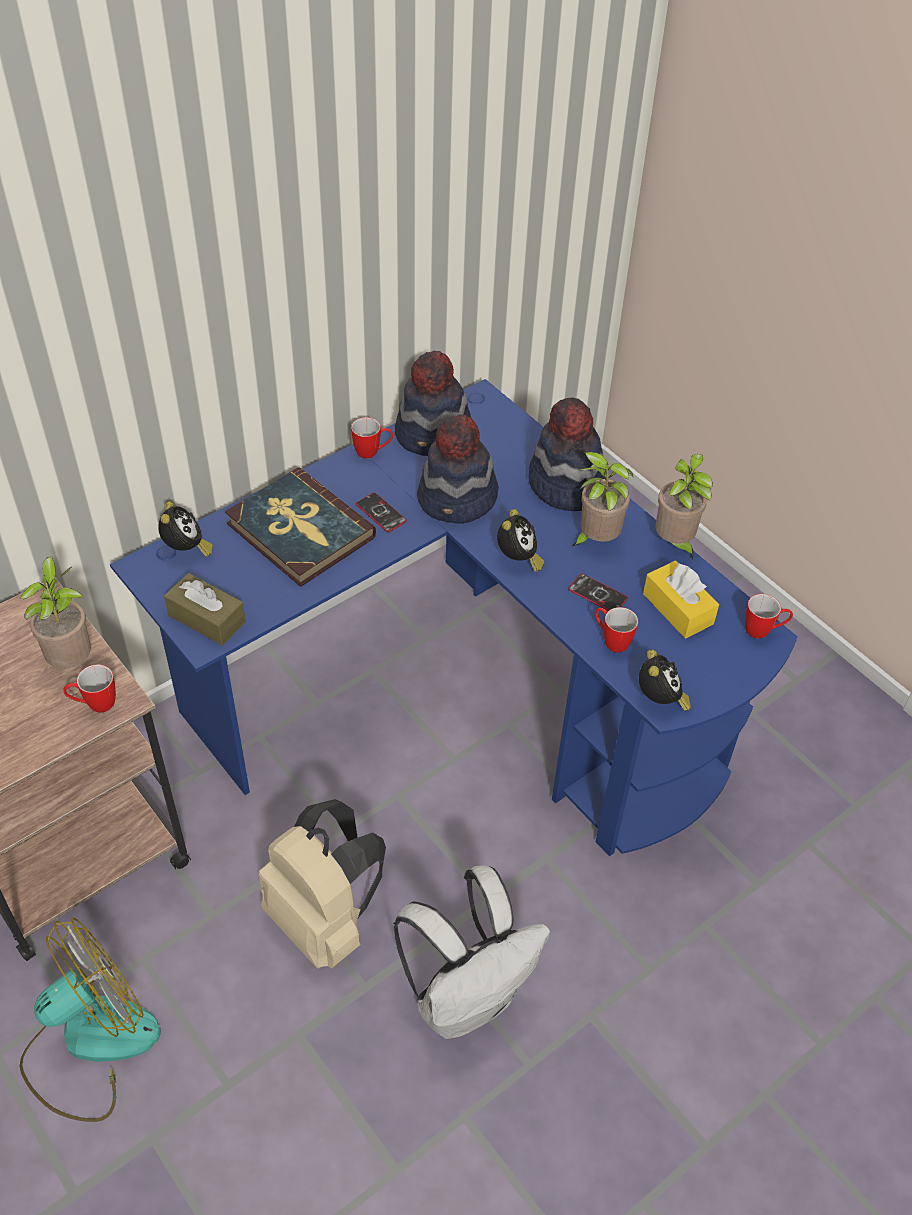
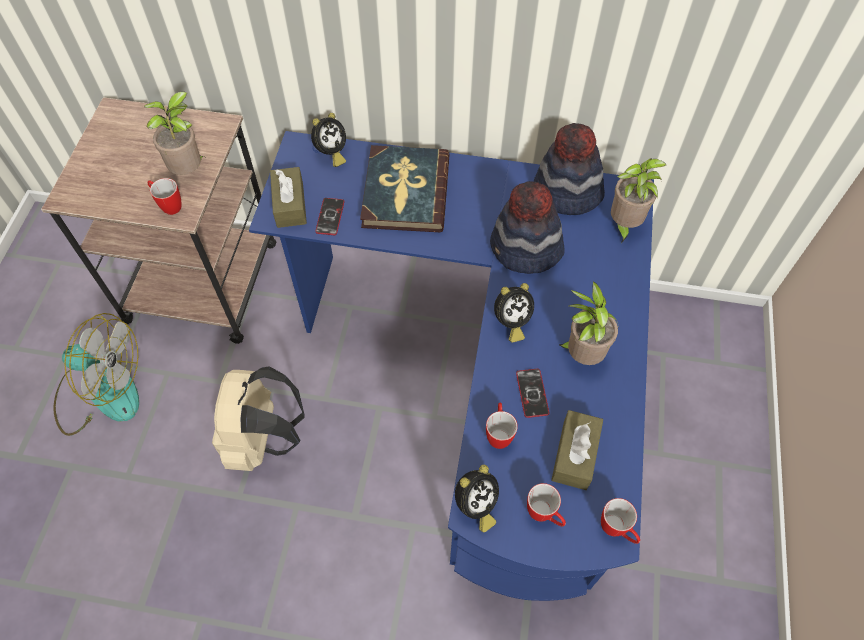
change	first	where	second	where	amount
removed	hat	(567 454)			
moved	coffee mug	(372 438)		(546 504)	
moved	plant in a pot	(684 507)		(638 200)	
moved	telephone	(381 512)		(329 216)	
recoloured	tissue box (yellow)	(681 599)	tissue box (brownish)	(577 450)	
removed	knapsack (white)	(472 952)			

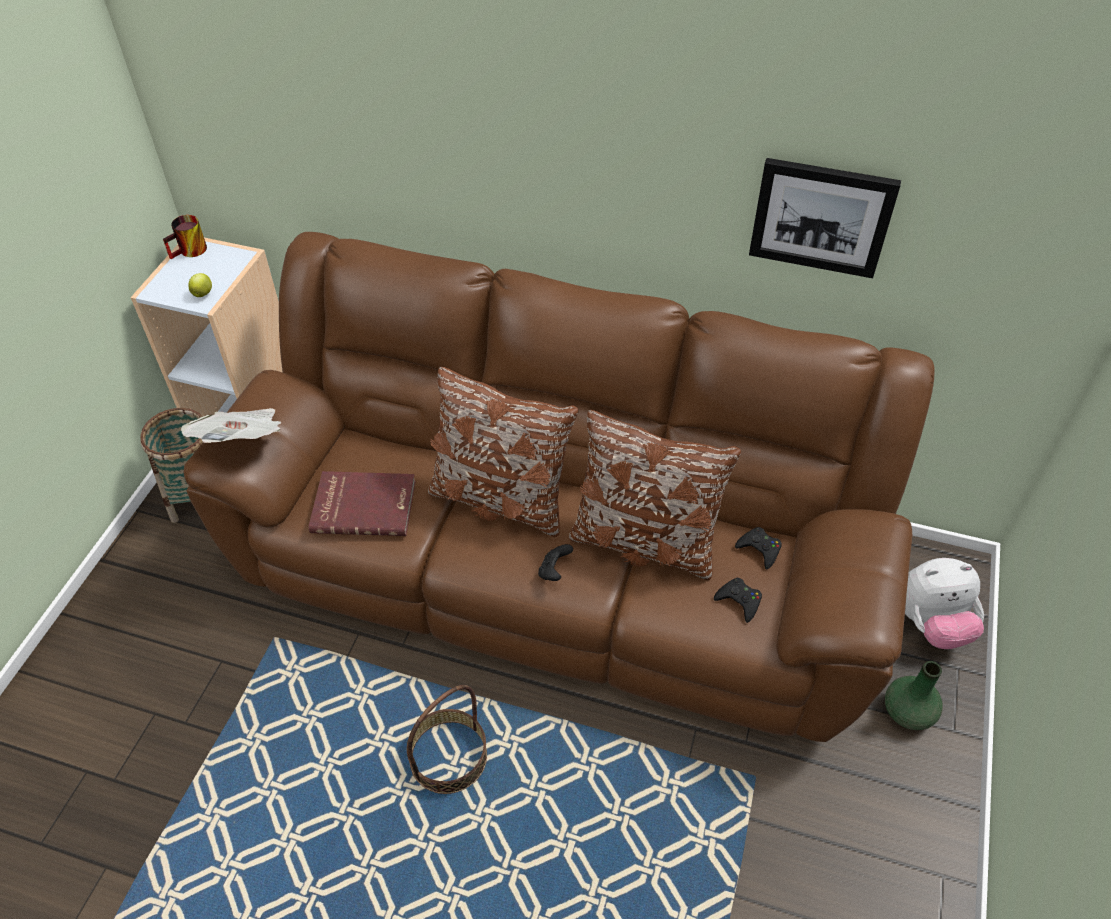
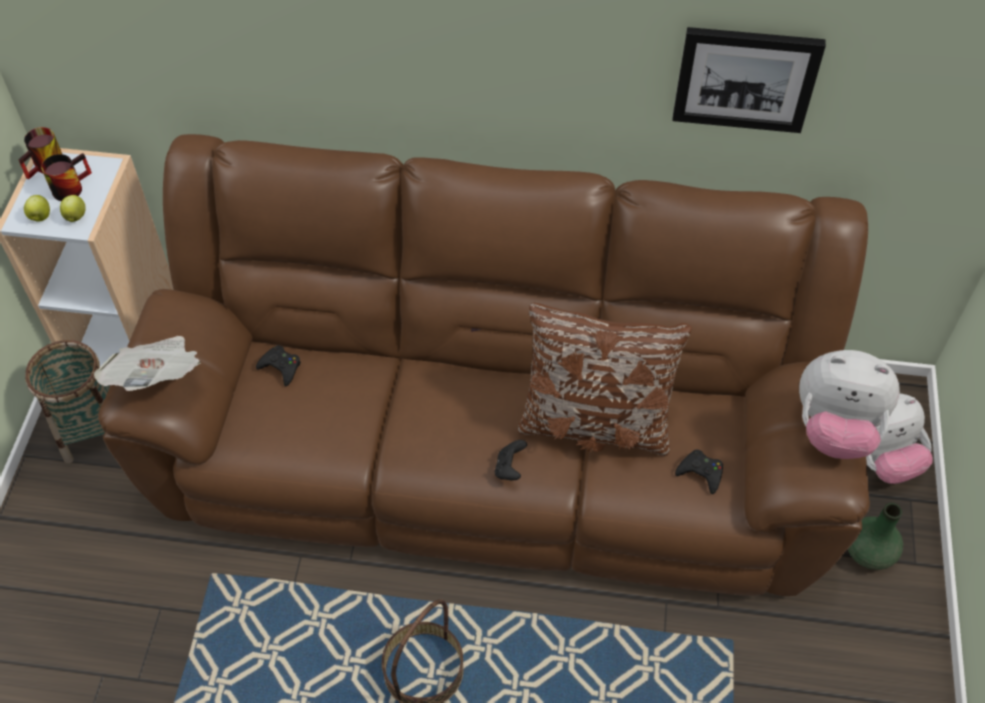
change	first	where	second	where	amount
removed	cushion (brownish)	(503 452)			
removed	book (red)	(362 503)			
moved	joypad (black)	(758 548)		(278 365)	
added			coffee mug	(66 177)	
added			apple fruit	(37 208)	
added			soft toy	(849 404)	

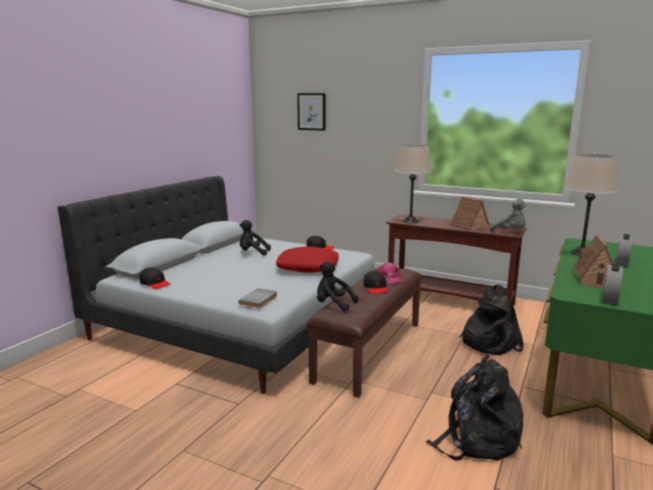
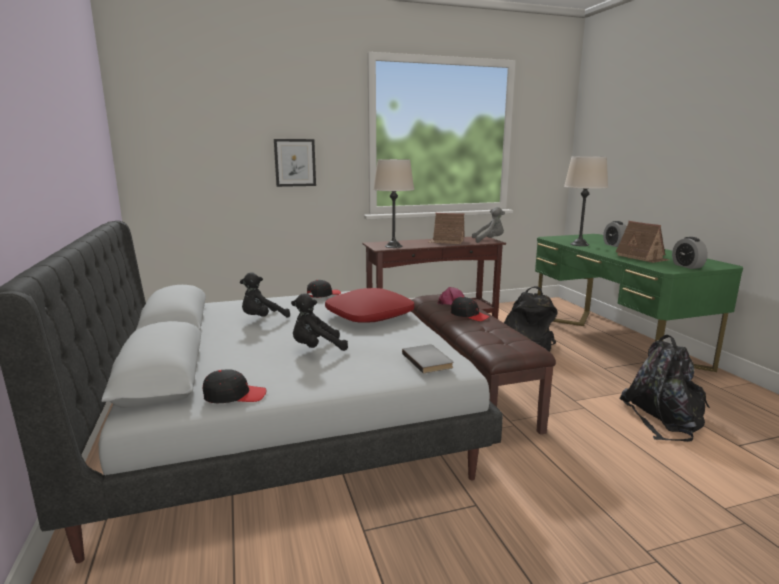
change	first	where	second	where	amount
moved	picture	(311 112)		(295 163)	
moved	soft toy (black)	(337 286)		(319 322)	

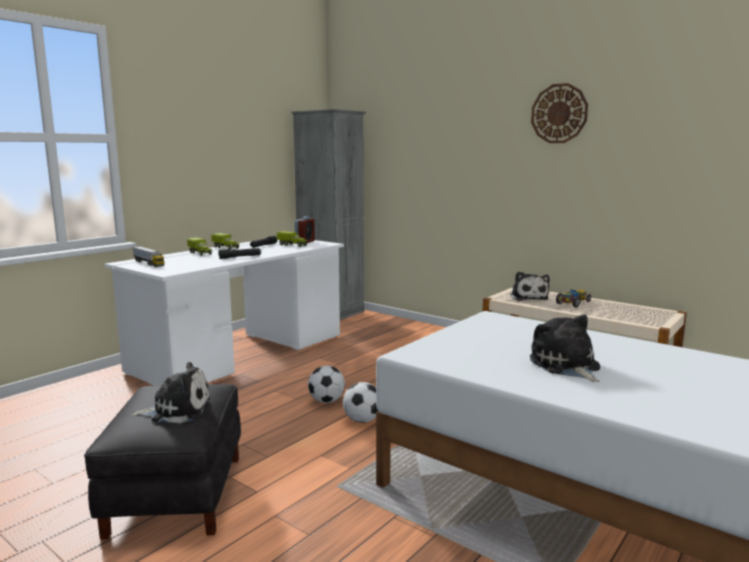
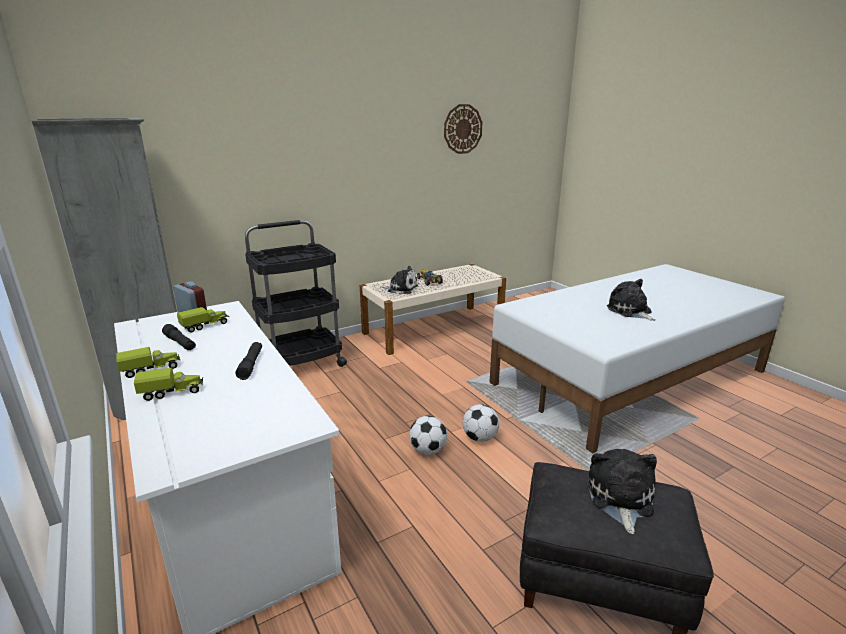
change	first	where	second	where	amount
moved	wall clock	(559 113)		(463 129)	
removed	toy lorry	(148 256)			
turned	soft toy	(565 348)		(631 300)	60 degrees clockwise
added			cart (black)	(296 293)	

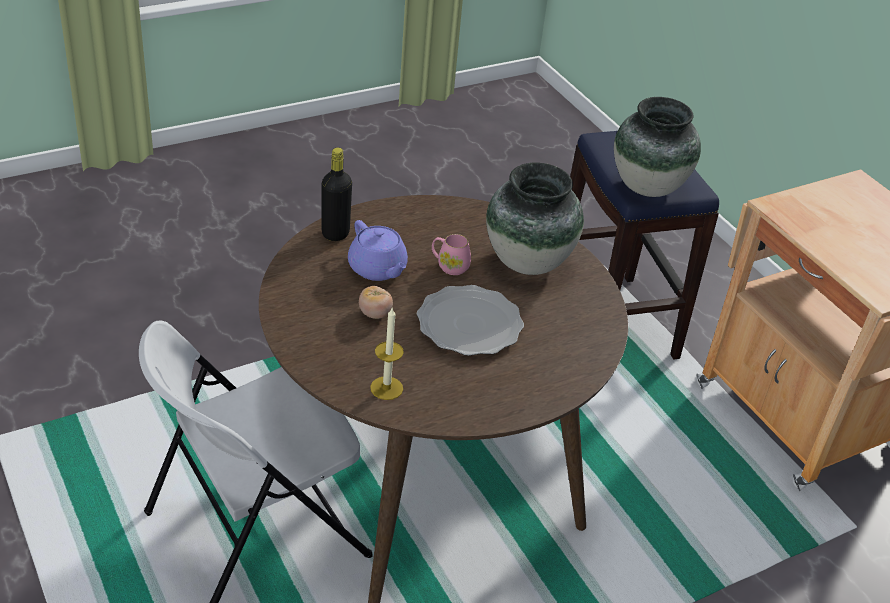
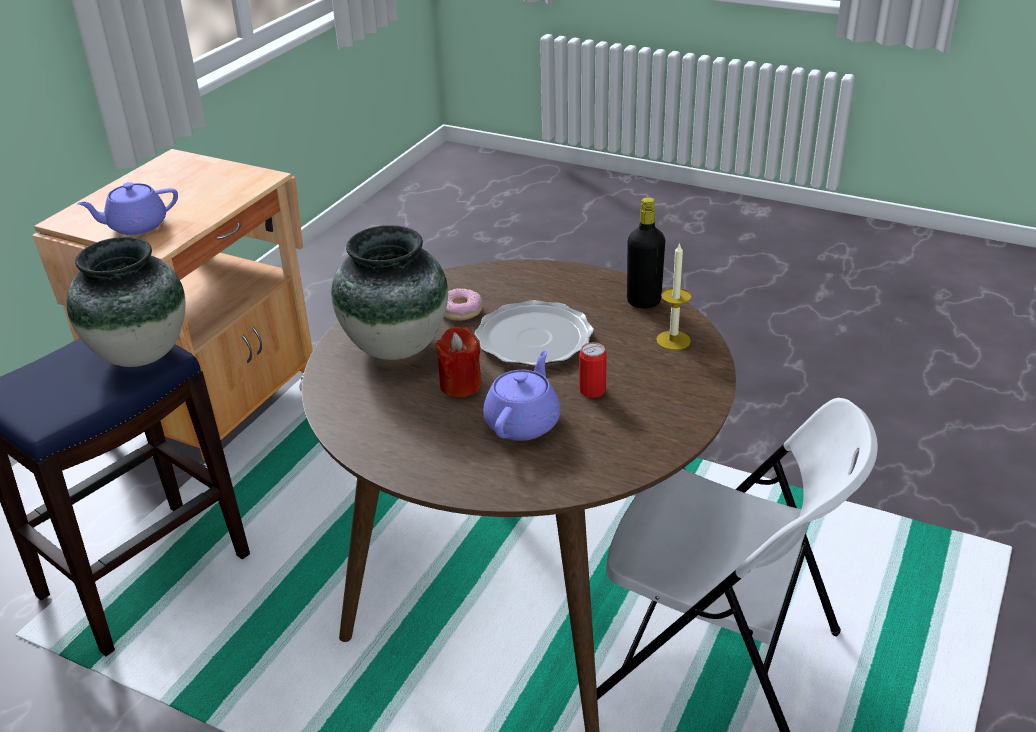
change	first	where	second	where	amount
moved	bottle (black)	(336 194)		(646 253)	
replaced	coffee mug (pinkish)	(451 254)	wax light (red)	(458 362)	
replaced	fresh tomato	(376 302)	sealed can	(593 370)	
added			pot for tea (purplish)	(127 208)	
added			ring doughnut	(463 304)	

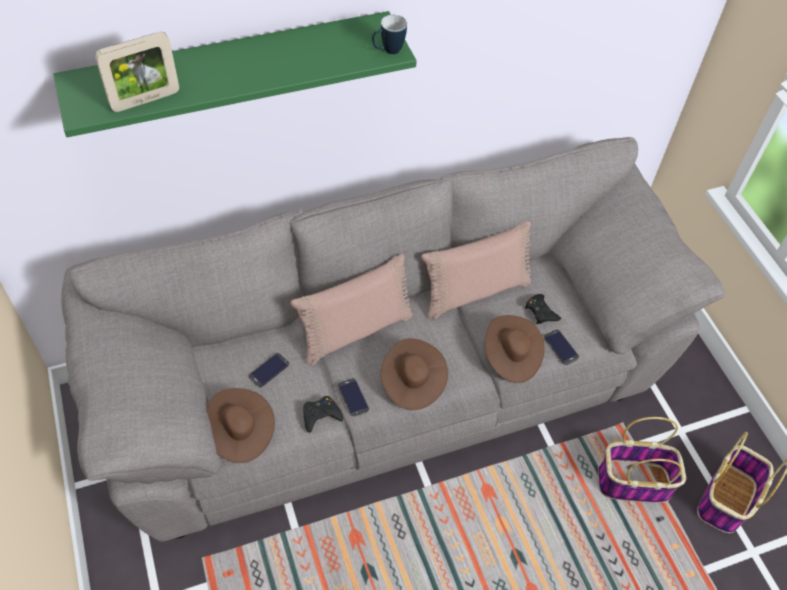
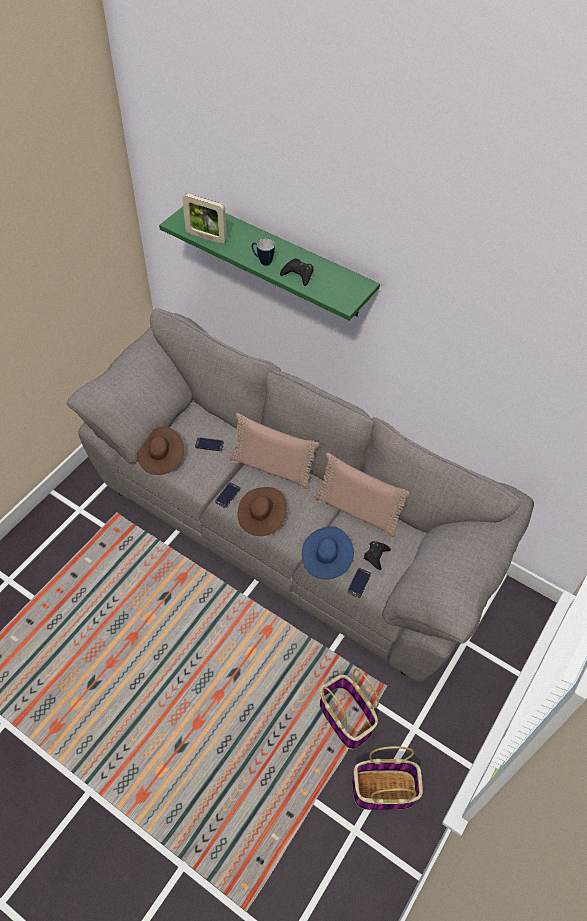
change	first	where	second	where	amount
moved	coffee mug	(389 34)		(263 252)	
recoloured	hat (brownish)	(515 349)	hat (blue)	(328 553)	
moved	joypad (black)	(323 414)		(297 272)	

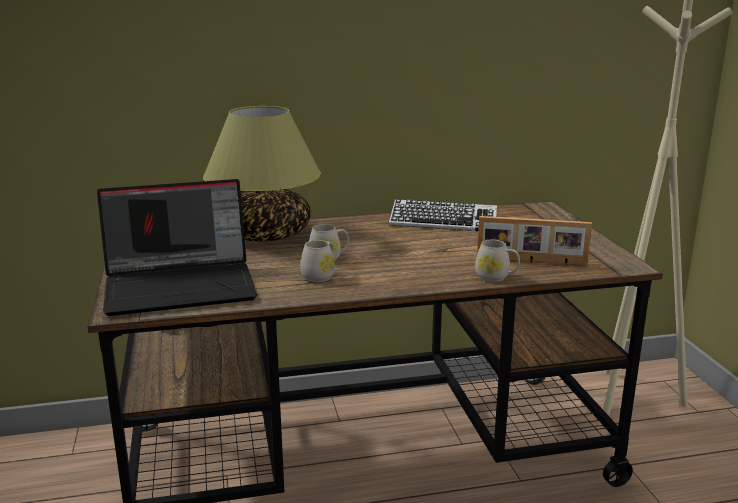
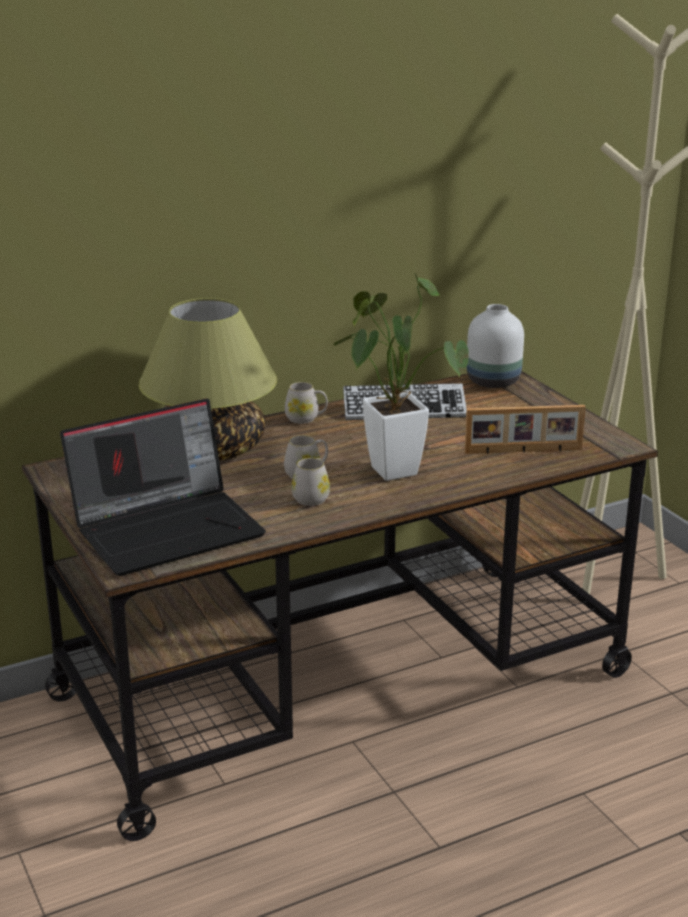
change	first	where	second	where	amount
moved	coffee mug (white)	(497 261)		(306 403)	
added			plant in a pot	(401 377)	
added			decorative vase (white)	(495 346)	

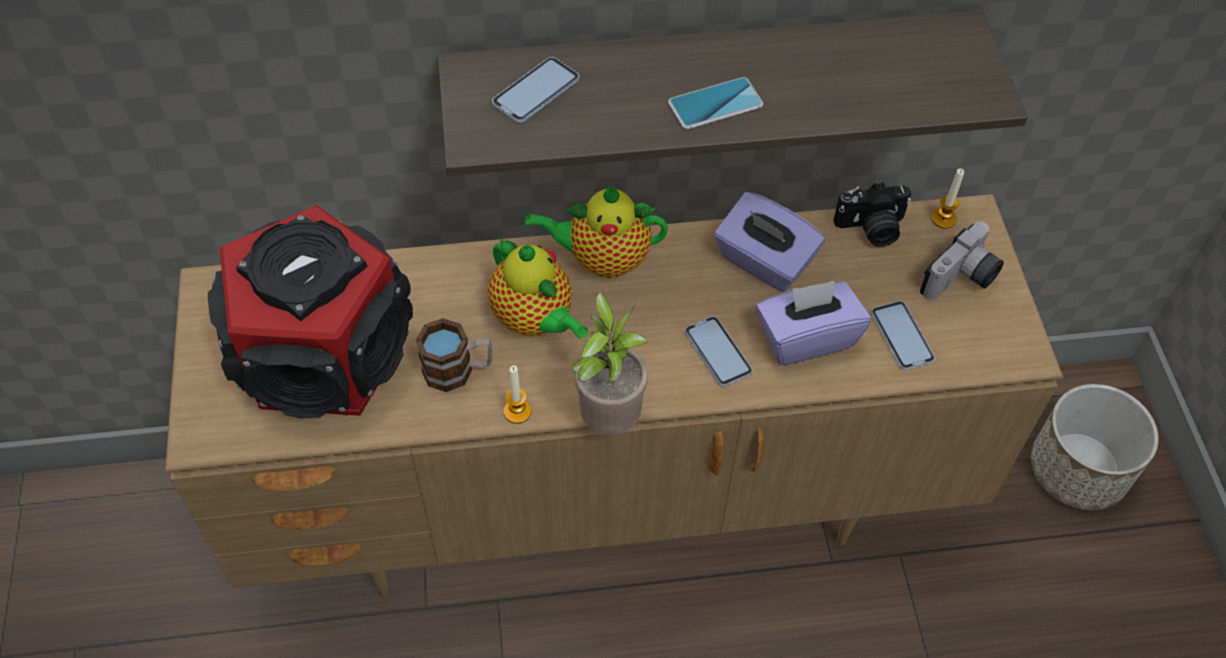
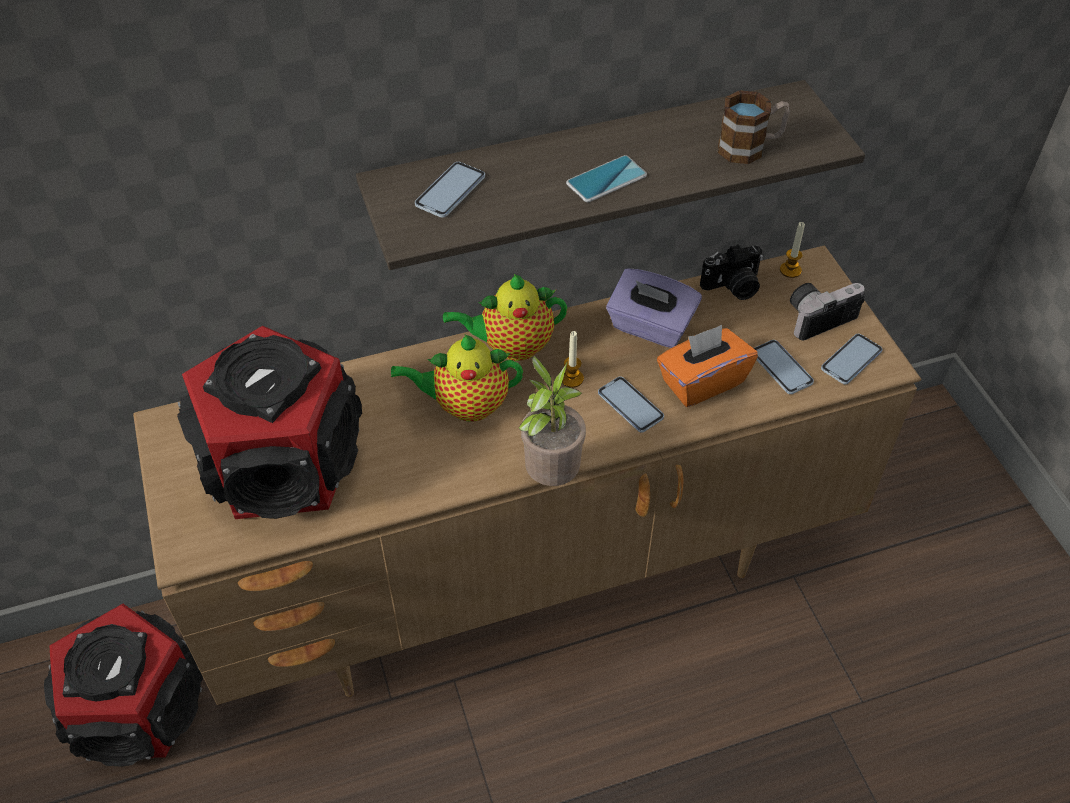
change	first	where	second	where	amount
turned	photo camera	(962 261)		(827 311)	150 degrees counterclockwise
turned	pot for tea	(538 288)		(457 378)	135 degrees clockwise
recoloured	tissue box (purplish)	(813 323)	tissue box (orange-coloured)	(707 366)	
moved	coffee mug	(454 355)		(753 127)	
moved	wax light	(517 394)		(573 359)	
removed	flower pot	(1095 447)			
added			telephone	(852 359)	
added			speaker	(123 685)	

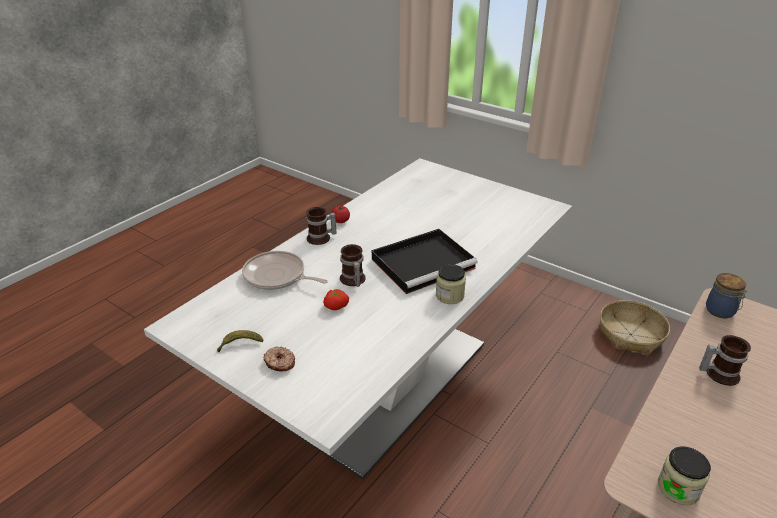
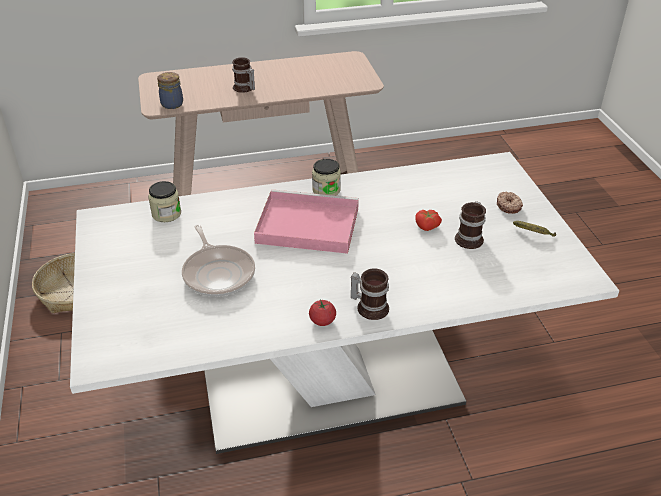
change	first	where	second	where	amount
recoloured	carrying tray (black)	(425 261)	carrying tray (pinkish)	(306 221)	
moved	coffee mug	(353 265)		(470 225)	
moved	pan	(285 270)		(218 261)	
moved	preserve jar	(684 475)		(164 201)	

